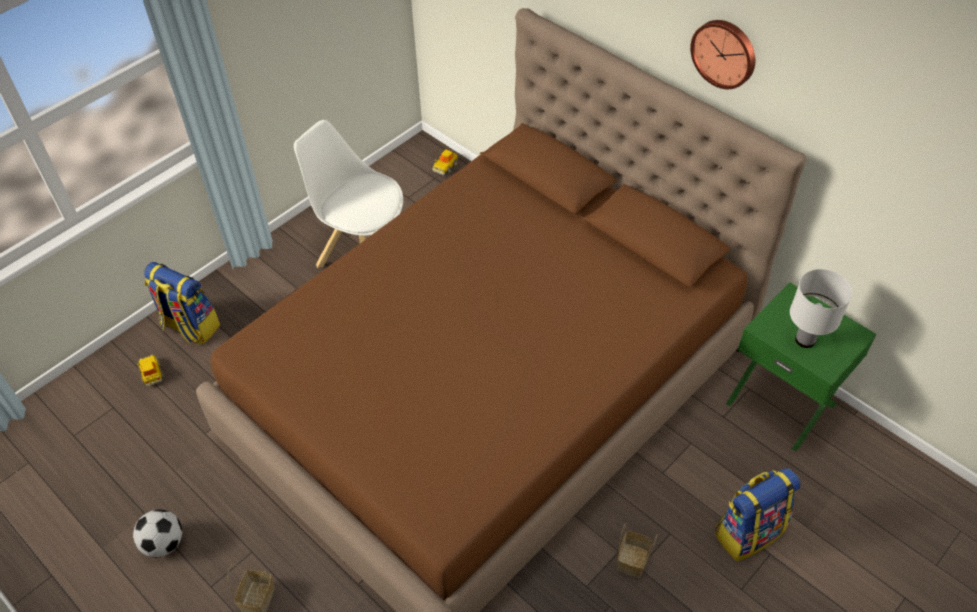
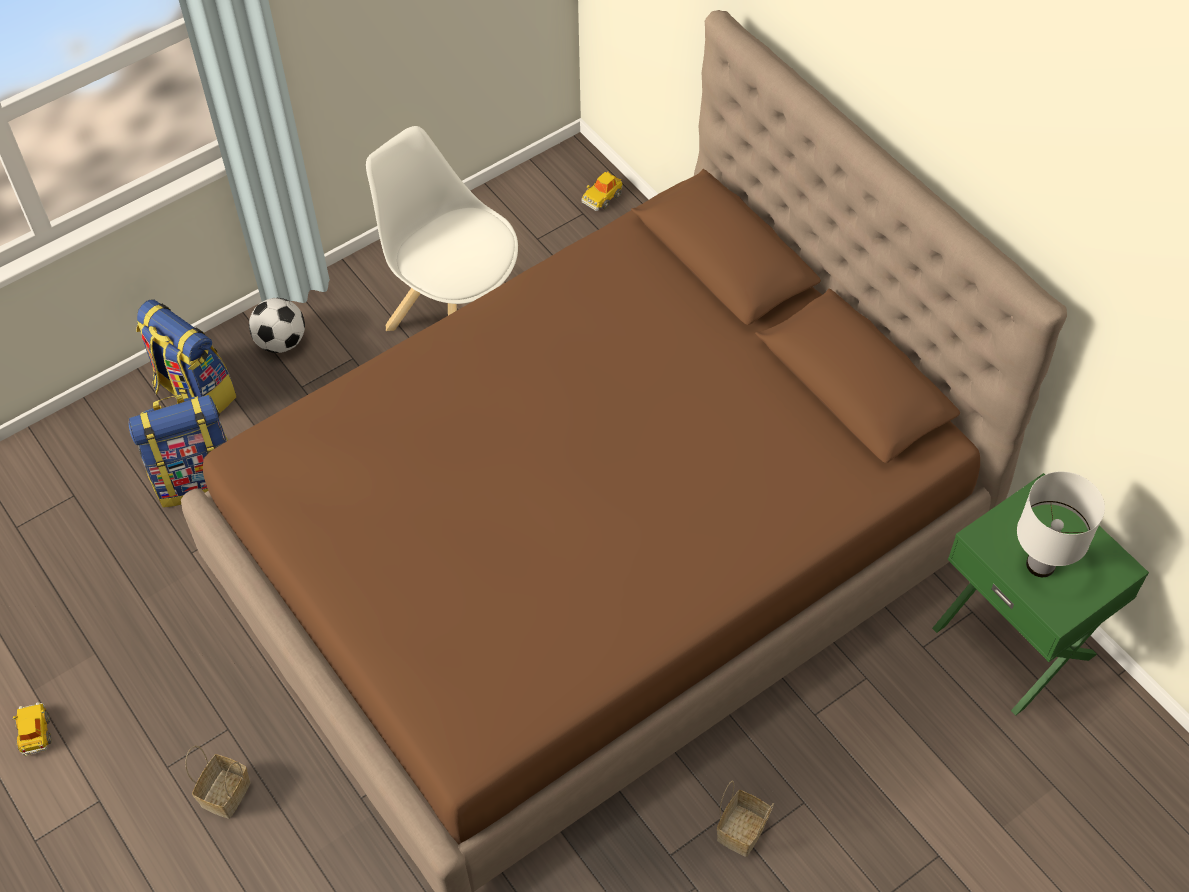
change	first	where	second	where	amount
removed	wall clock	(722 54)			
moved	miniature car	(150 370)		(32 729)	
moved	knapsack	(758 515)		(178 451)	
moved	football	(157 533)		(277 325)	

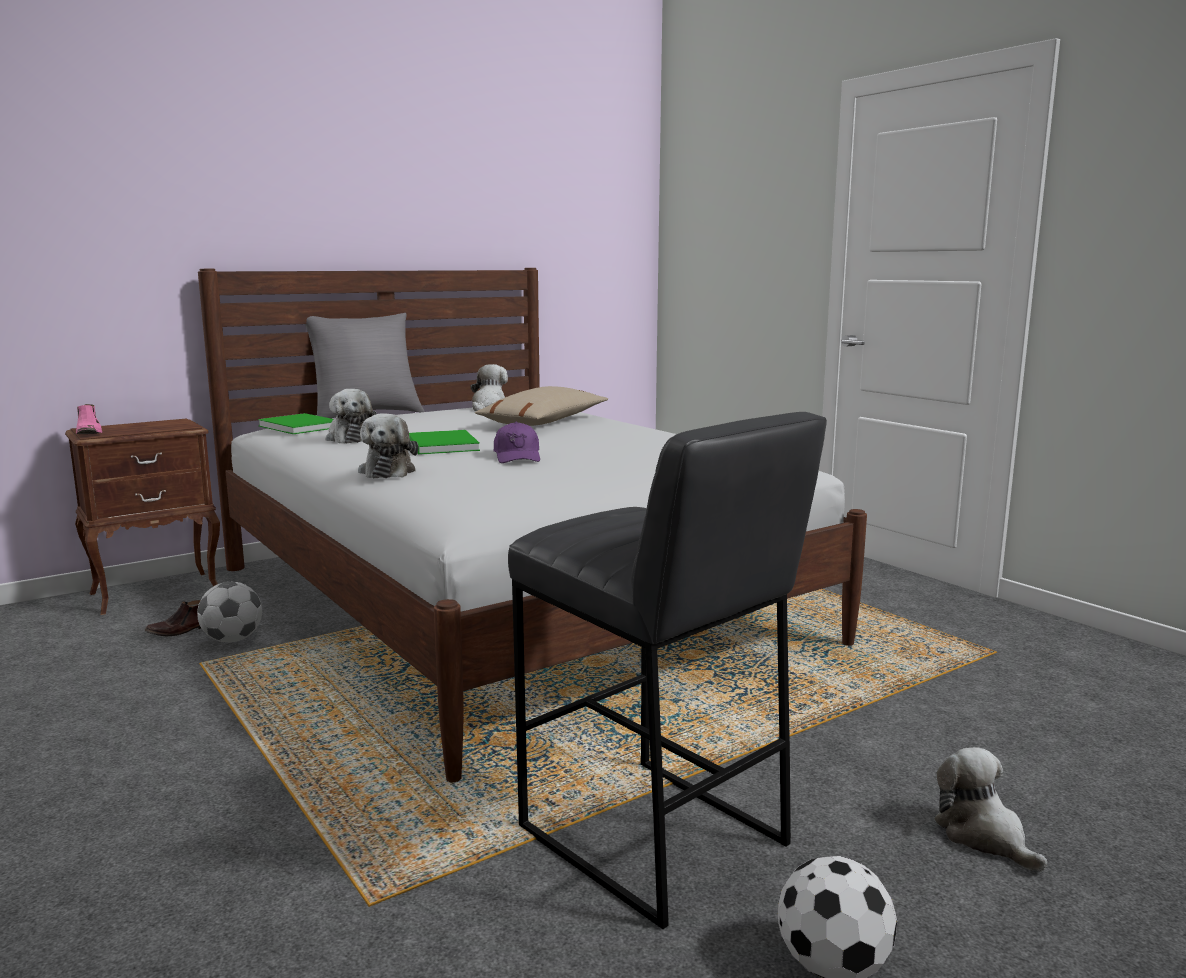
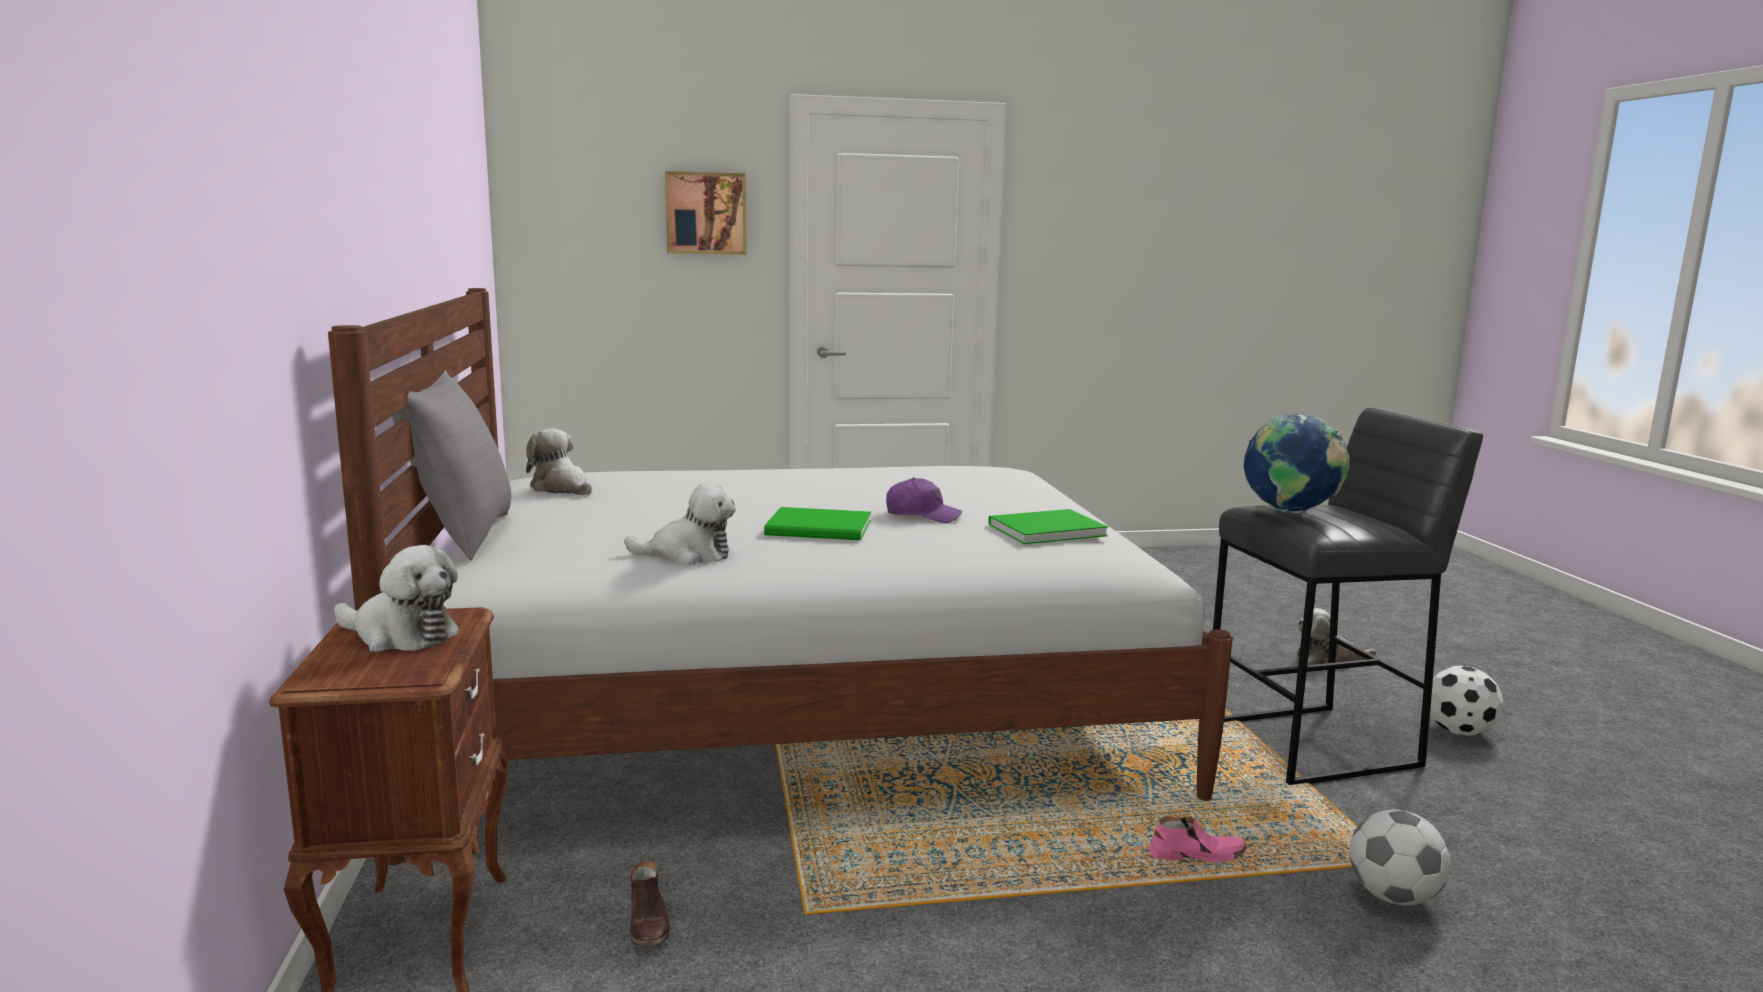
change	first	where	second	where	amount
removed	cushion (sand-coloured)	(541 406)			
moved	shoe (pinkish)	(89 419)		(1198 839)	
moved	book (green-coloured)	(296 423)		(1048 526)	
moved	soft toy	(388 445)		(397 598)	
moved	football	(229 612)		(1400 857)	
added			picture	(706 213)	
added			globe	(1297 463)	

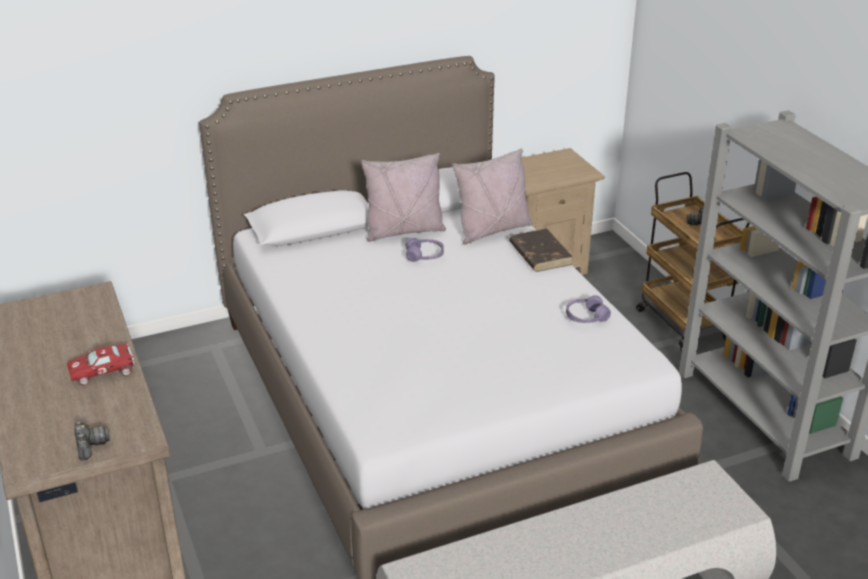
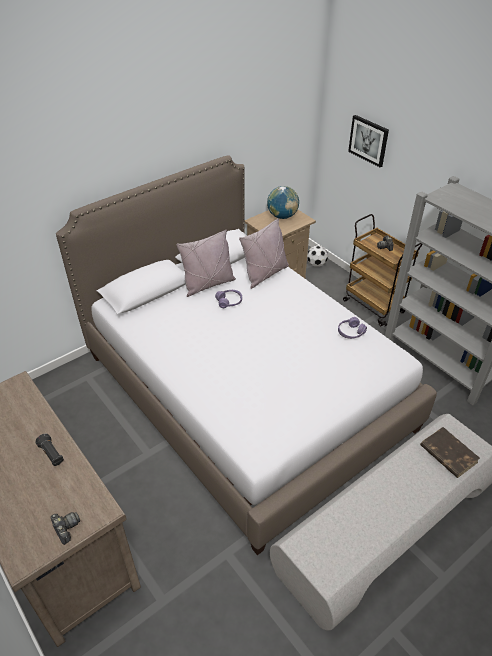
change	first	where	second	where	amount
moved	book (brownish)	(540 250)		(450 452)	
replaced	miniature car (red)	(101 364)	flashlight (black)	(49 450)	
added			picture	(368 141)	
added			globe	(283 202)	
added			football	(317 256)	

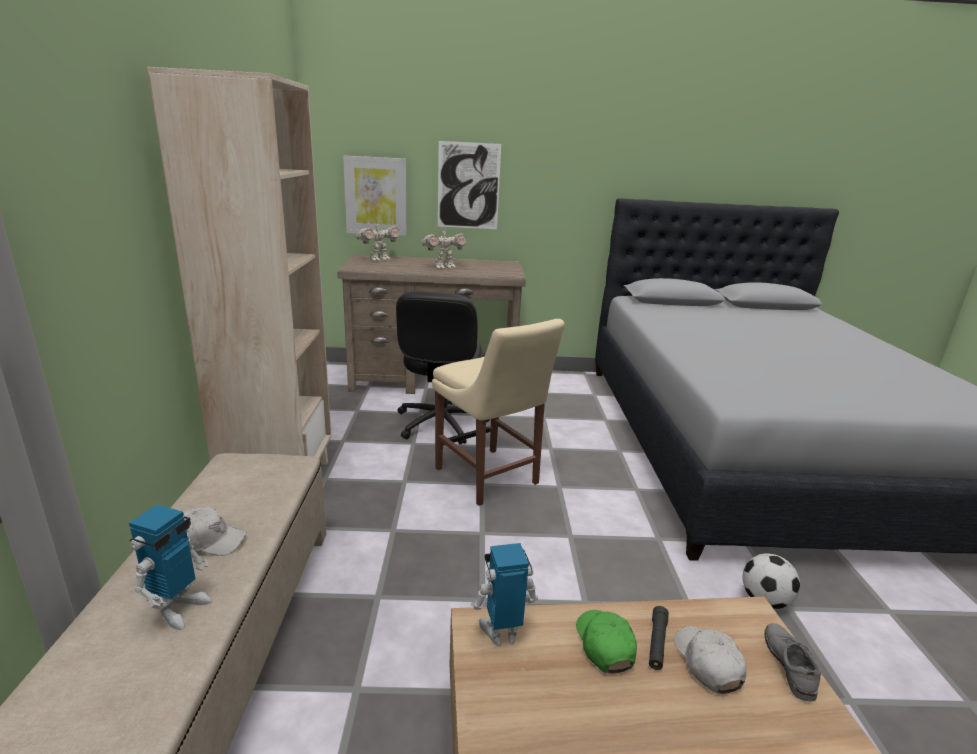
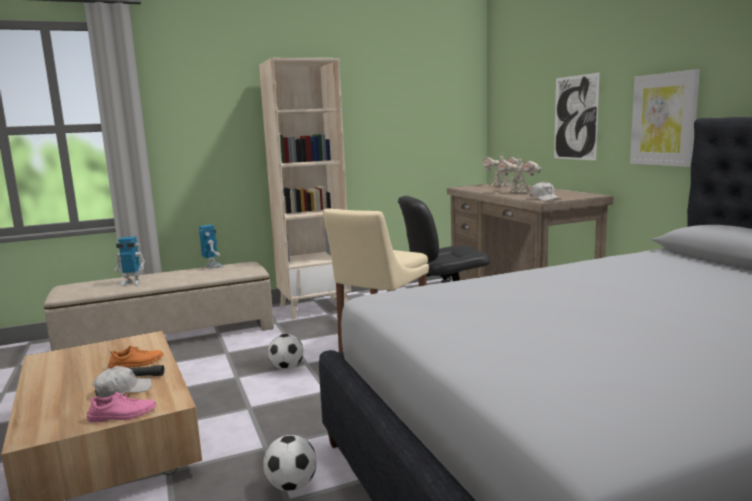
change	first	where	second	where	amount
moved	picture	(374 196)		(665 118)	
moved	cap (white)	(215 531)		(545 191)	
moved	toy robot	(504 595)		(211 246)	
replaced	cap (green-coloured)	(606 642)	shoe (orange-coloured)	(135 357)	
recoloured	shoe (gray)	(793 662)	shoe (pinkish)	(121 407)	
added			football	(285 352)	

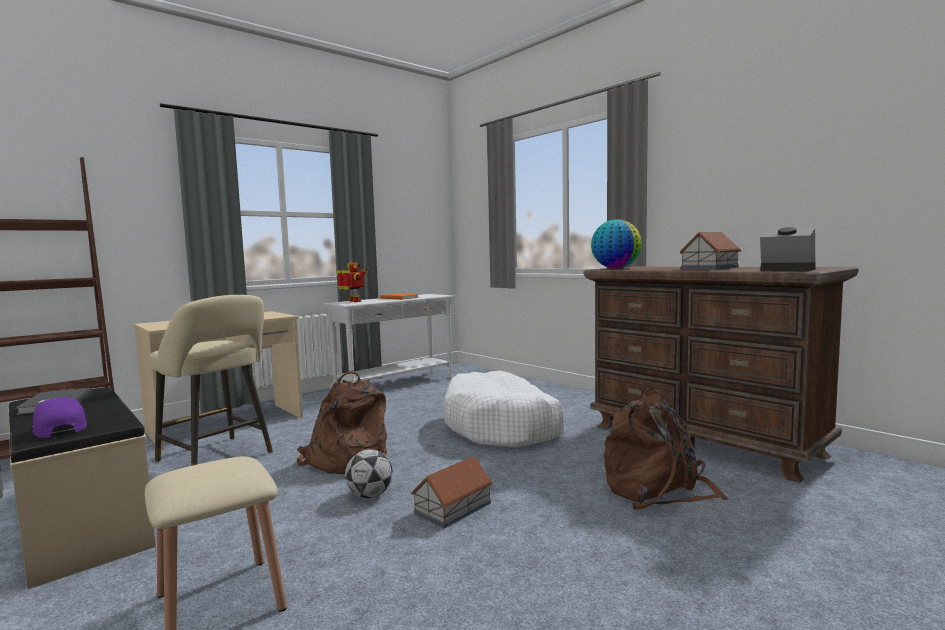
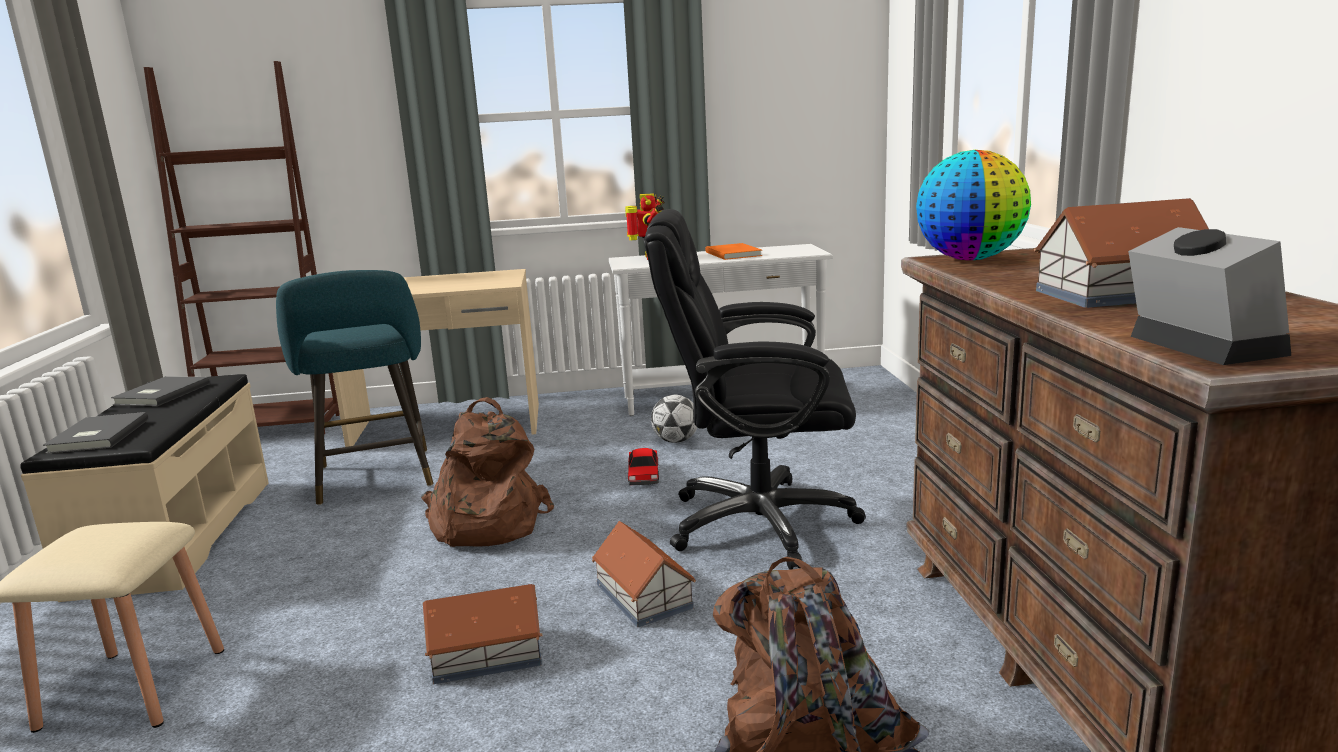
change	first	where	second	where	amount
recoloured	stool (sand-coloured)	(211 380)	stool (turquoise-coloured)	(354 387)	
replaced	dog cushion (white)	(504 409)	computer chair (black)	(754 389)	
replaced	cap (purplish)	(59 417)	book (gray)	(95 433)	
moved	football	(369 473)		(674 419)	
added			miniature car	(643 466)	
added			toy house	(644 574)	

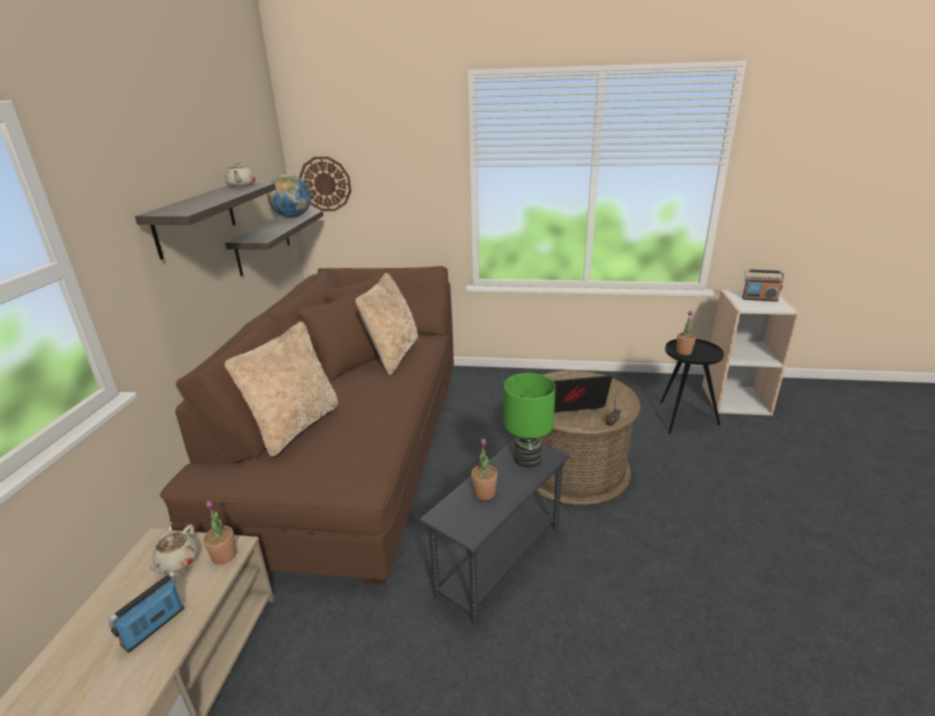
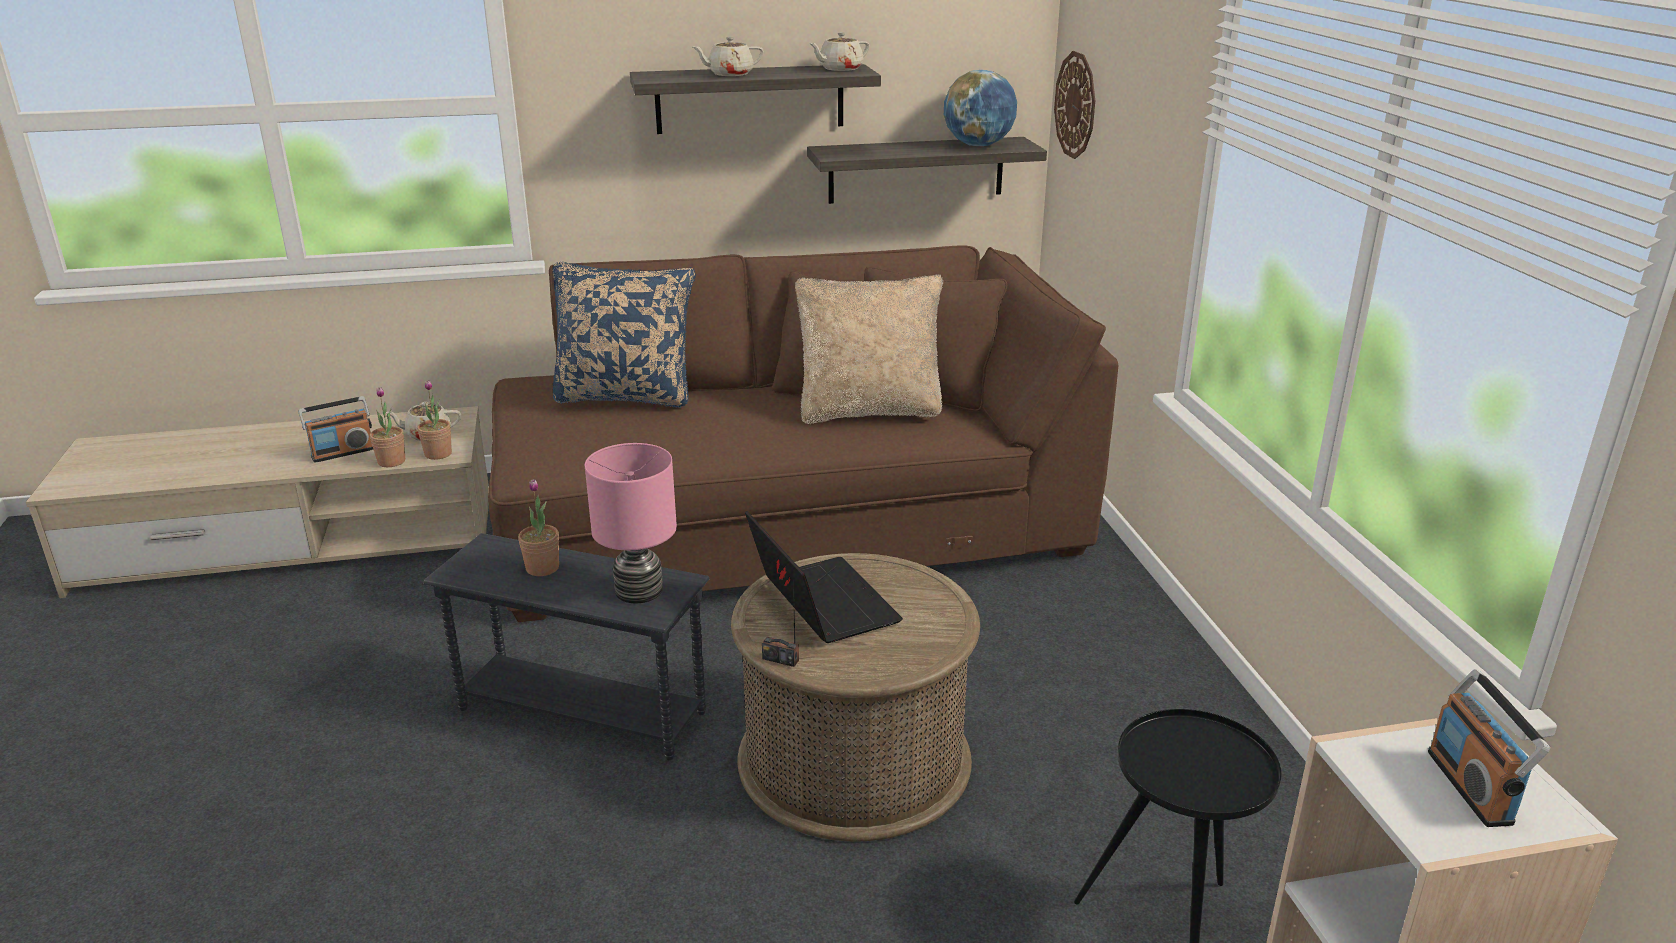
change	first	where	second	where	amount
moved	plant in a pot	(686 332)		(387 427)	
recoloured	cushion (sand-coloured)	(281 388)	cushion (blue)	(624 335)	
recoloured	lamp for a table (green-coloured)	(530 420)	lamp for a table (pinkish)	(631 523)	
turned	radio	(146 612)		(336 429)	135 degrees clockwise
added			pot for tea (sand-coloured)	(728 56)	

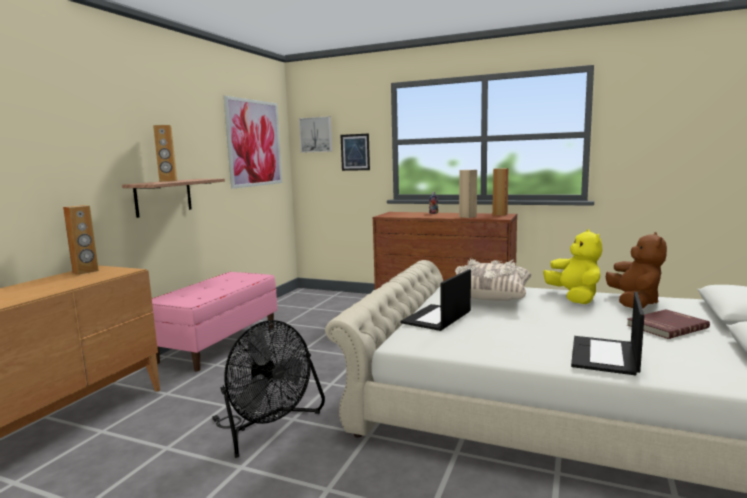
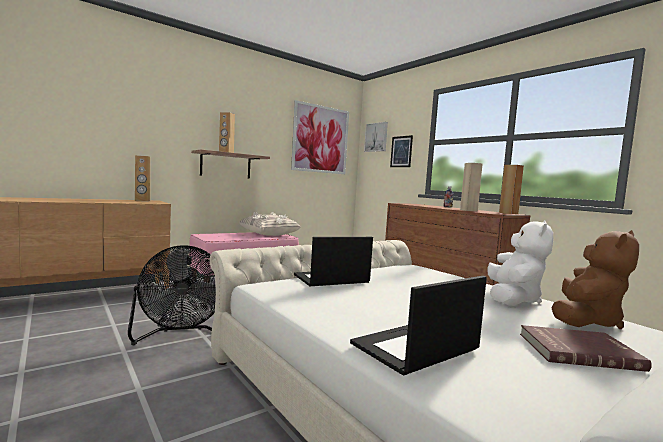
change	first	where	second	where	amount
recoloured	soft toy (yellow)	(572 266)	soft toy (white)	(520 263)	
moved	cushion (sand-coloured)	(493 279)		(269 224)	

